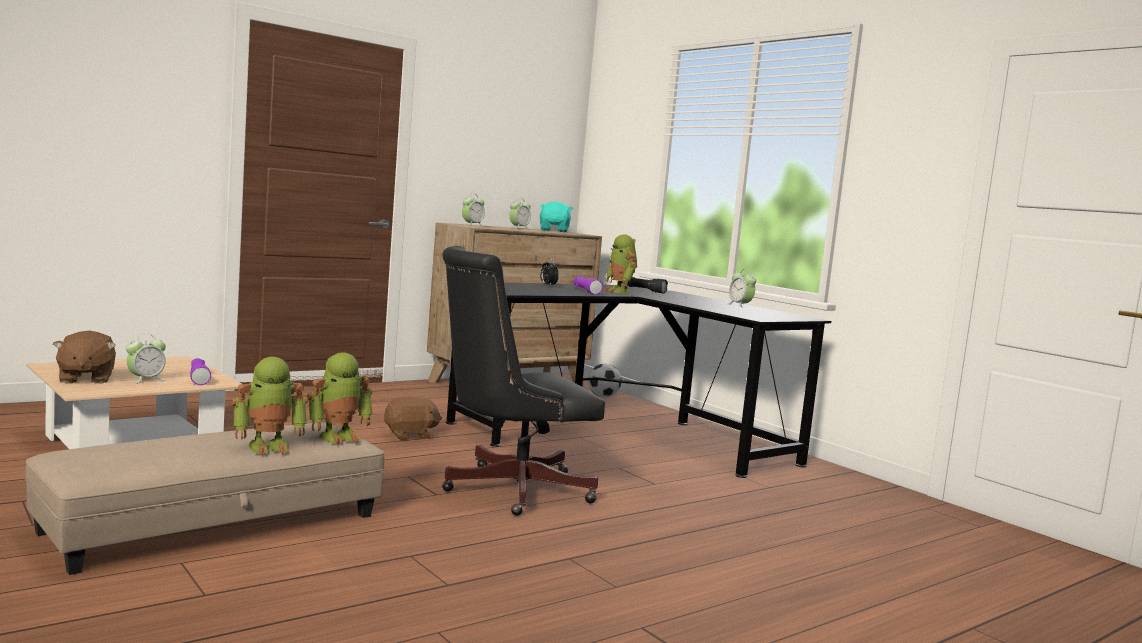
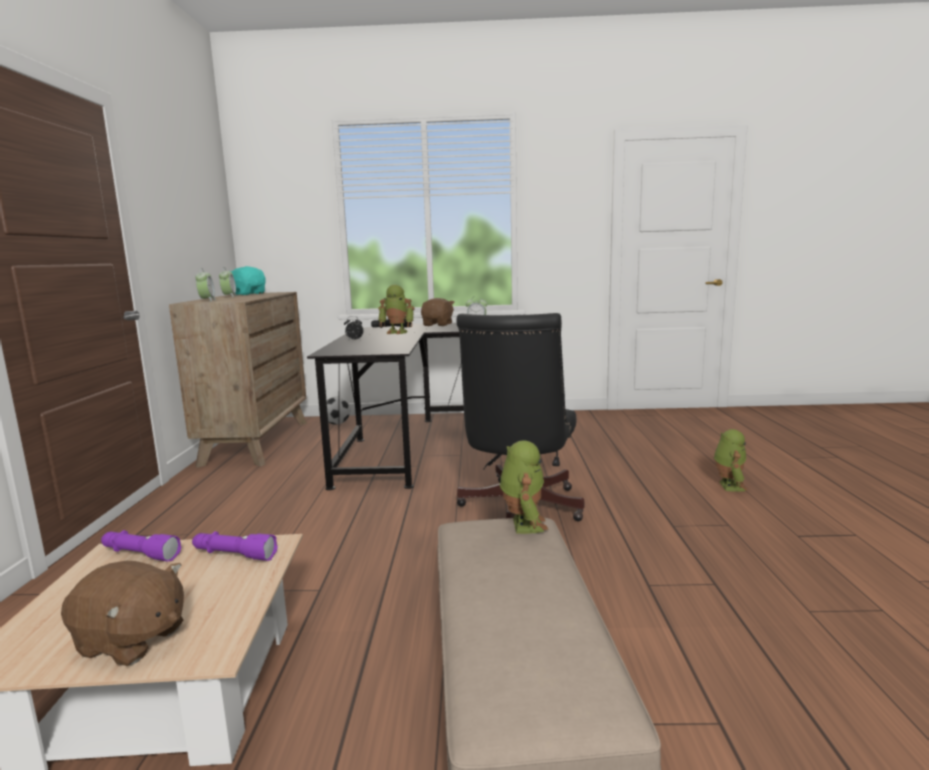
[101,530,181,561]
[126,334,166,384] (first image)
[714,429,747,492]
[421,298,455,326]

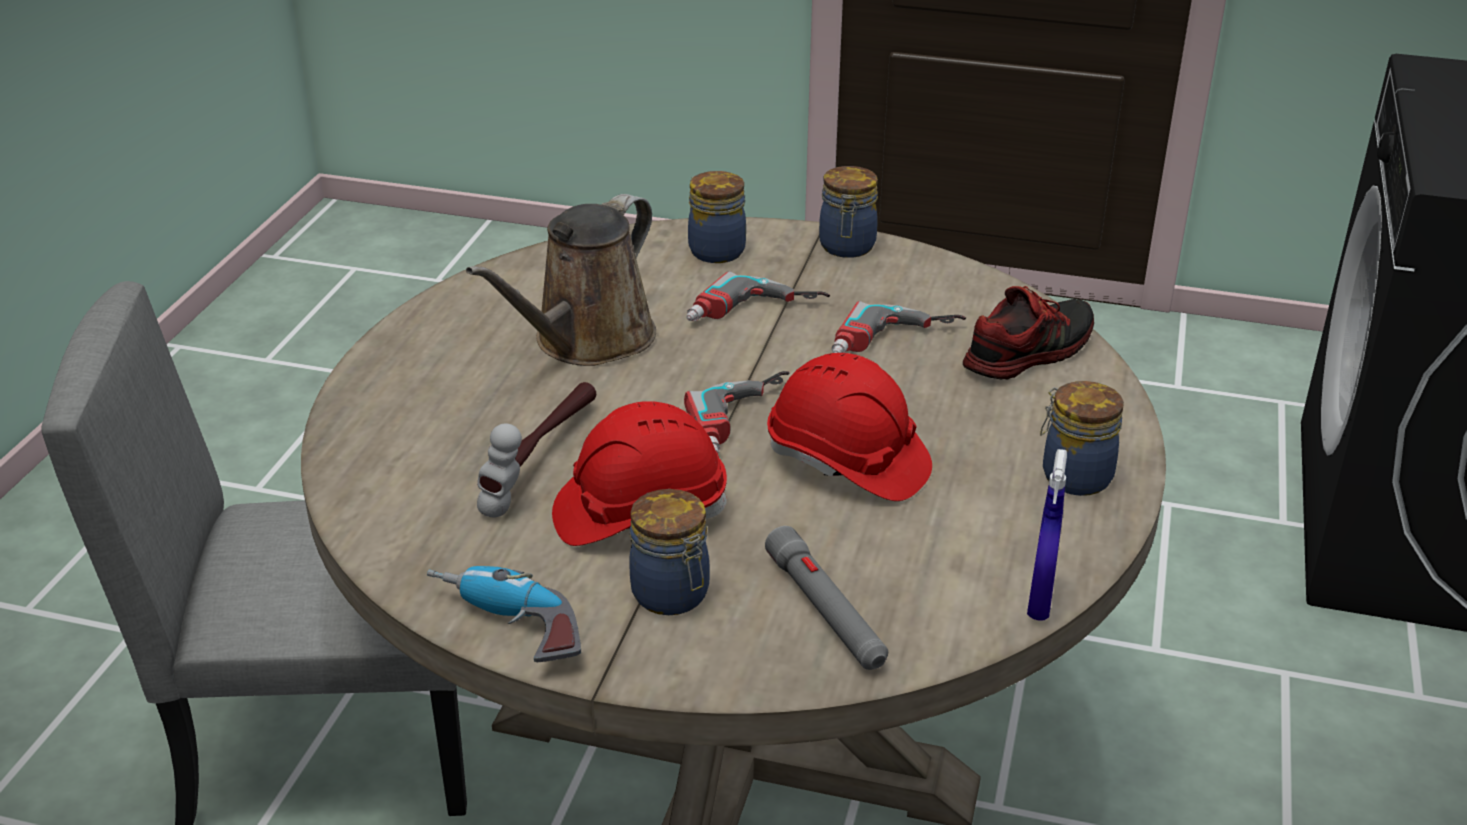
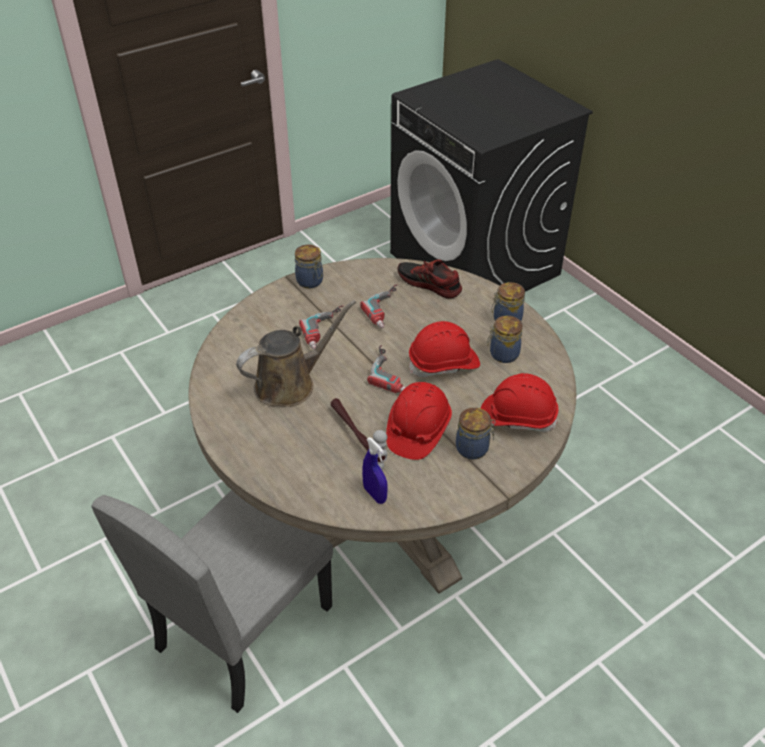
[487,316,523,363]
[236,300,356,407]
[397,259,462,299]
[362,437,388,504]
[481,373,558,432]
[427,566,581,662] (first image)

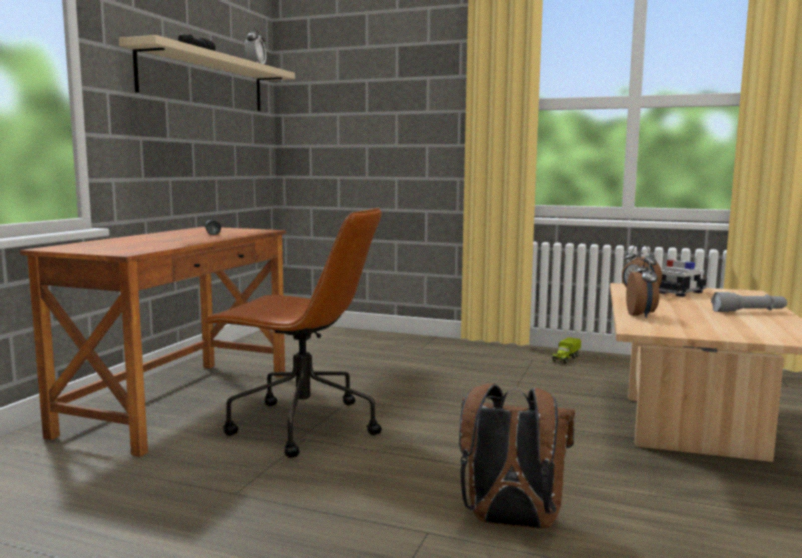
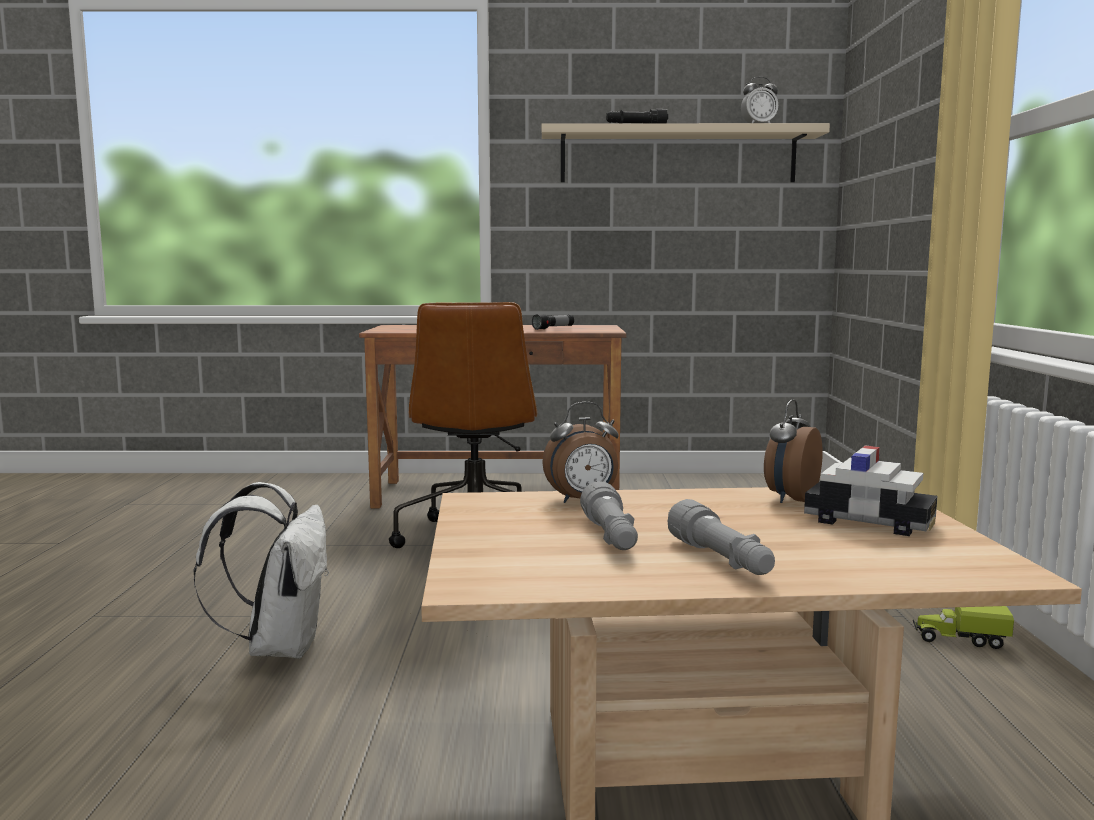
[194,482,329,659]
[580,481,638,550]

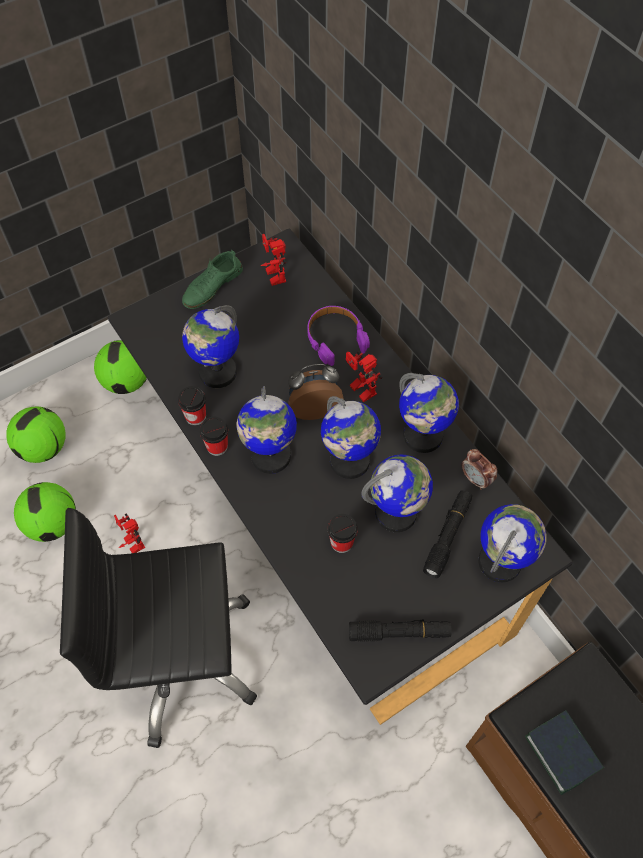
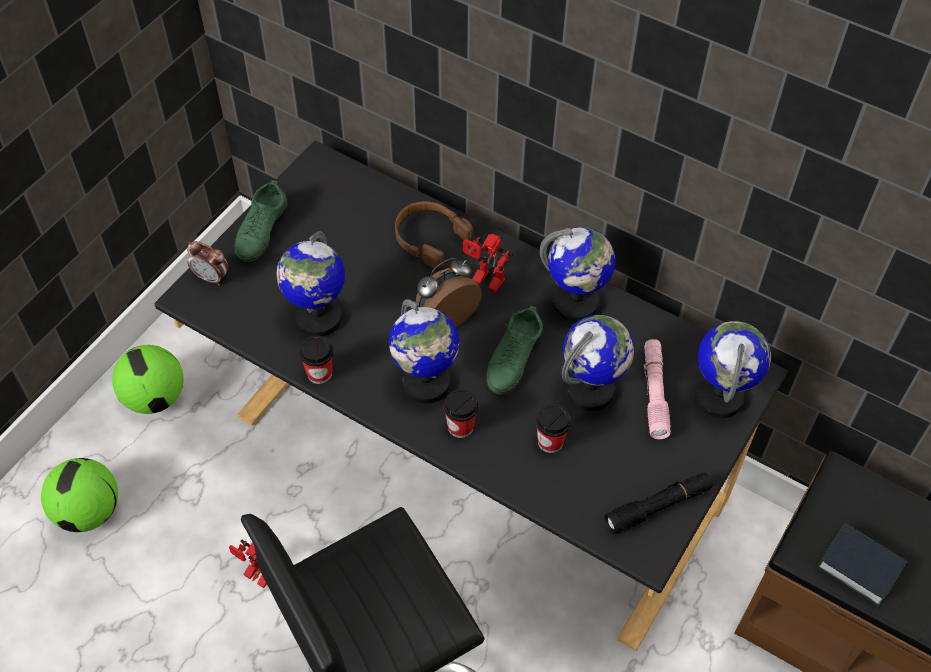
[261,234,286,286] (first image)
[395,201,473,268]
[487,306,543,395]
[444,389,478,438]
[187,241,229,285]
[14,482,76,542] (first image)
[644,339,671,439]

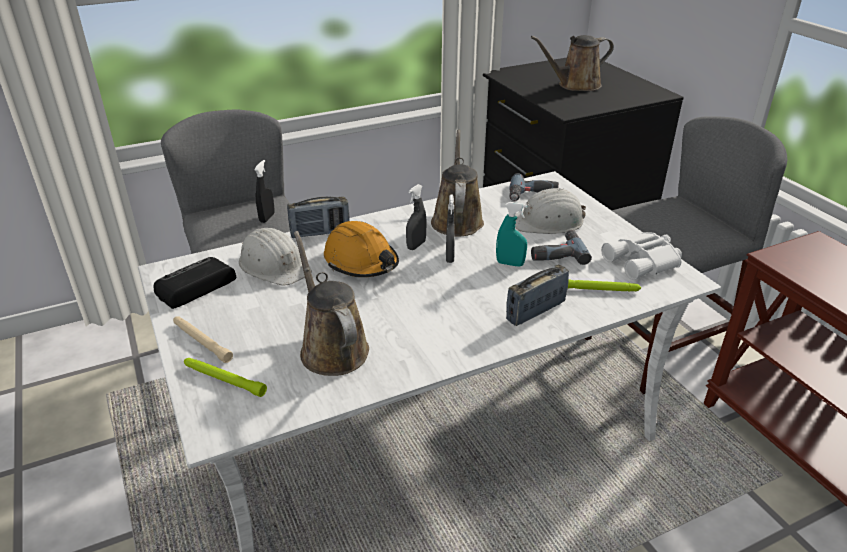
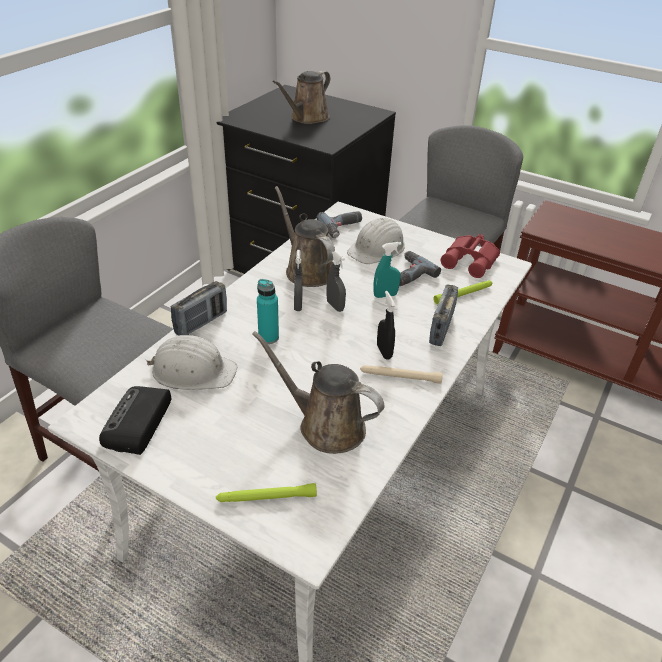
[377,291,396,360]
[257,279,279,344]
[441,234,500,278]
[360,365,443,384]

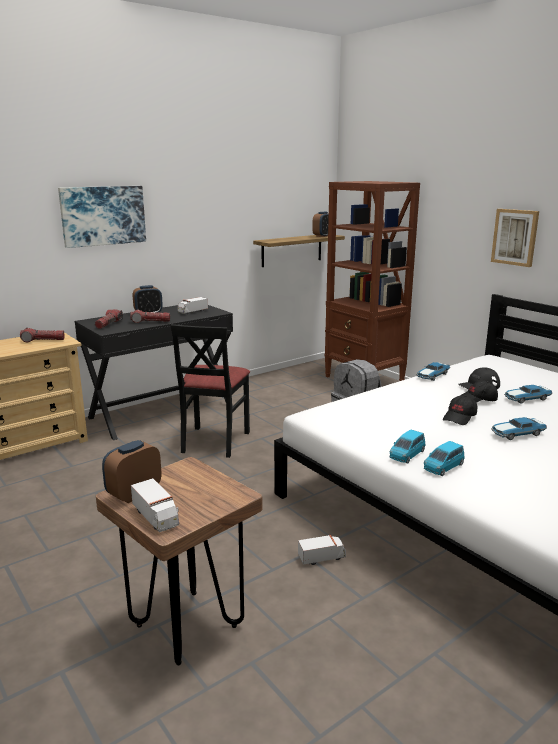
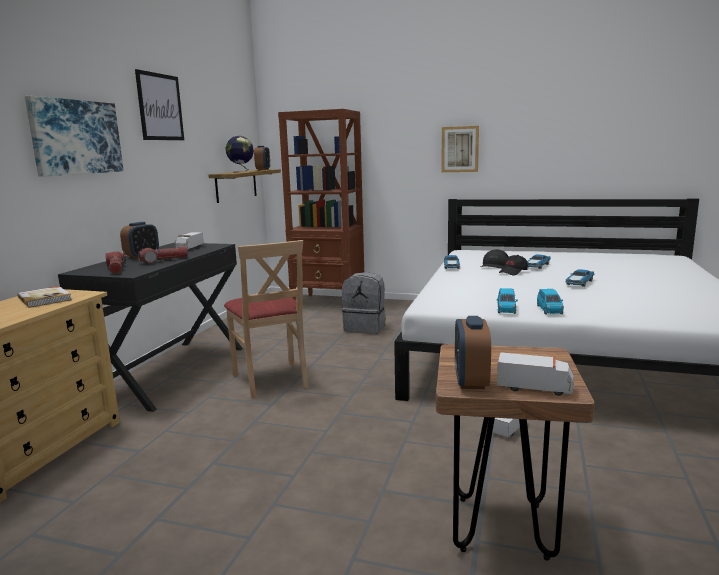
[224,240,309,399]
[17,286,72,308]
[443,395,477,425] (first image)
[497,288,518,314]
[135,69,184,140]
[225,136,254,172]

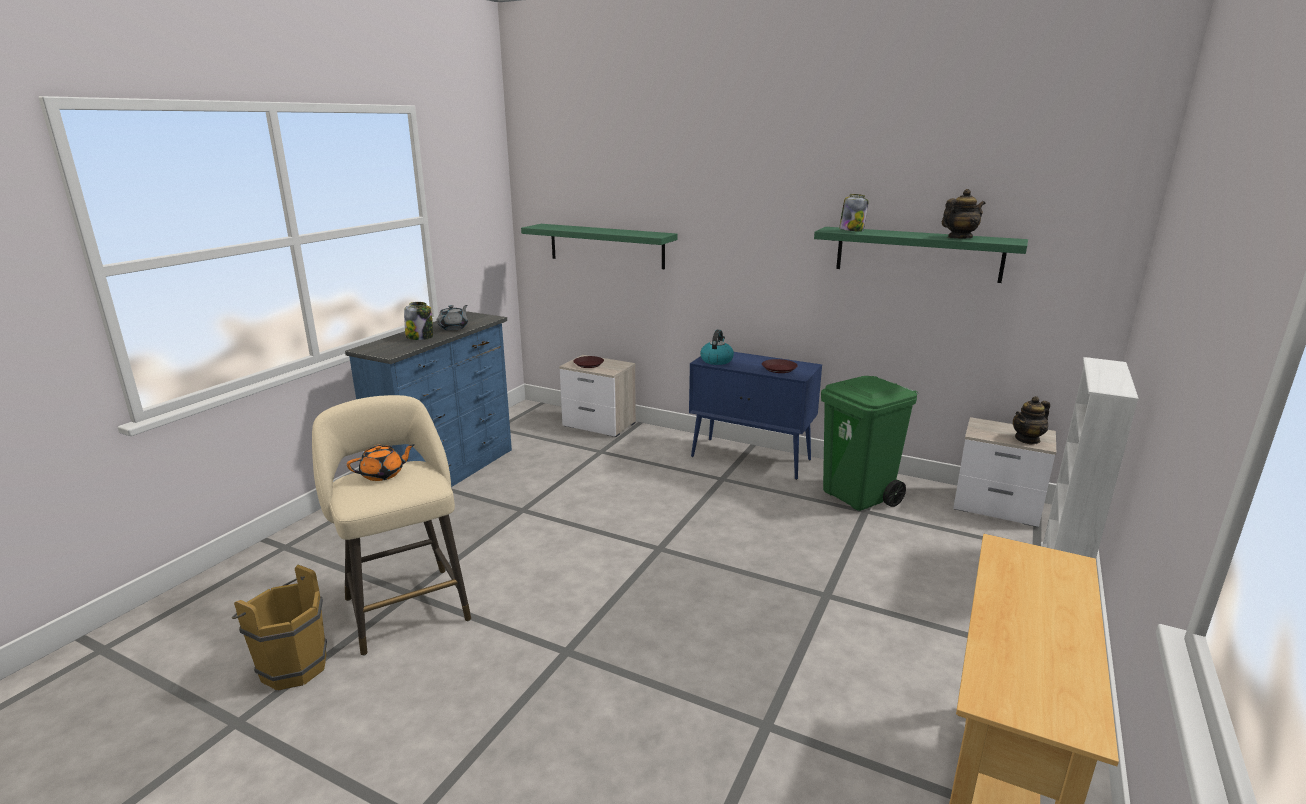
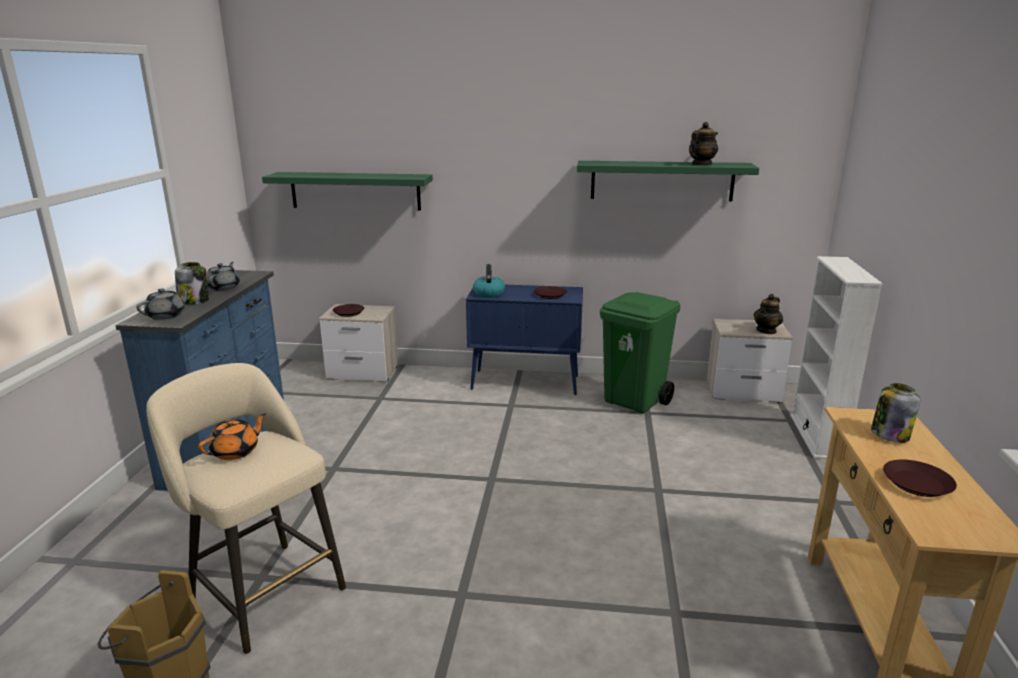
[871,383,920,443]
[136,287,190,320]
[883,459,957,497]

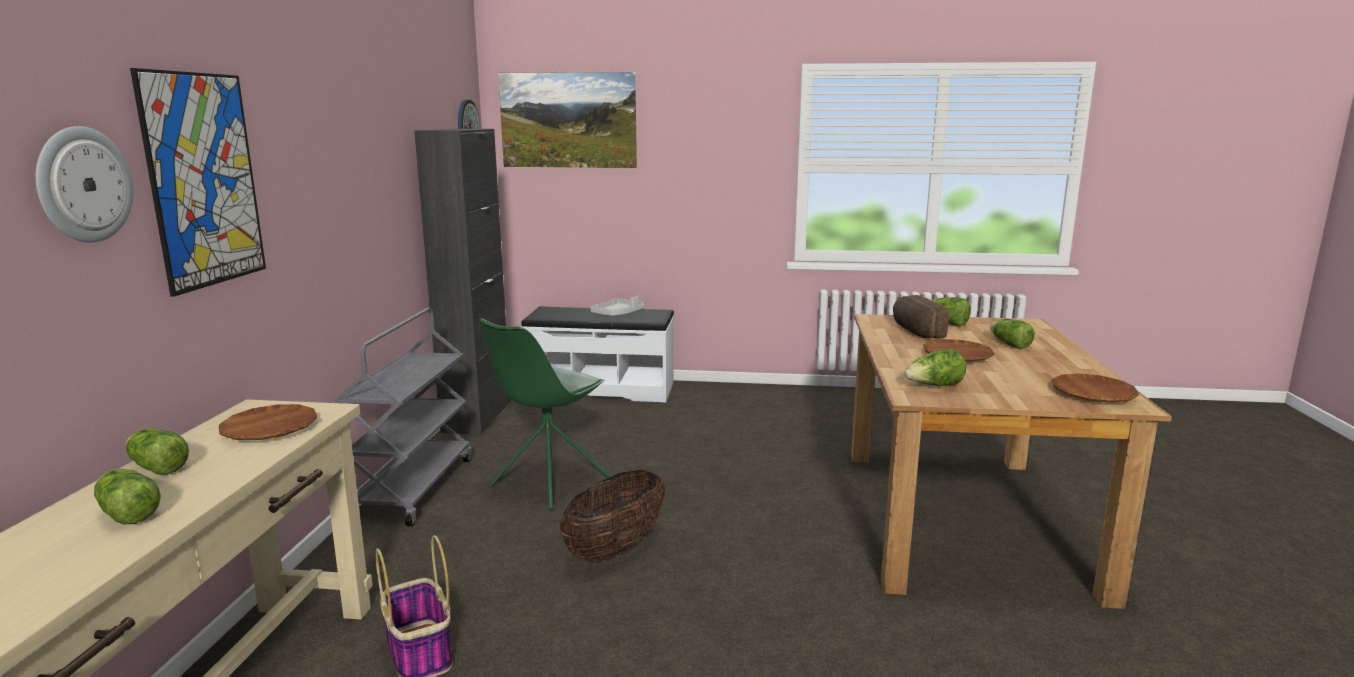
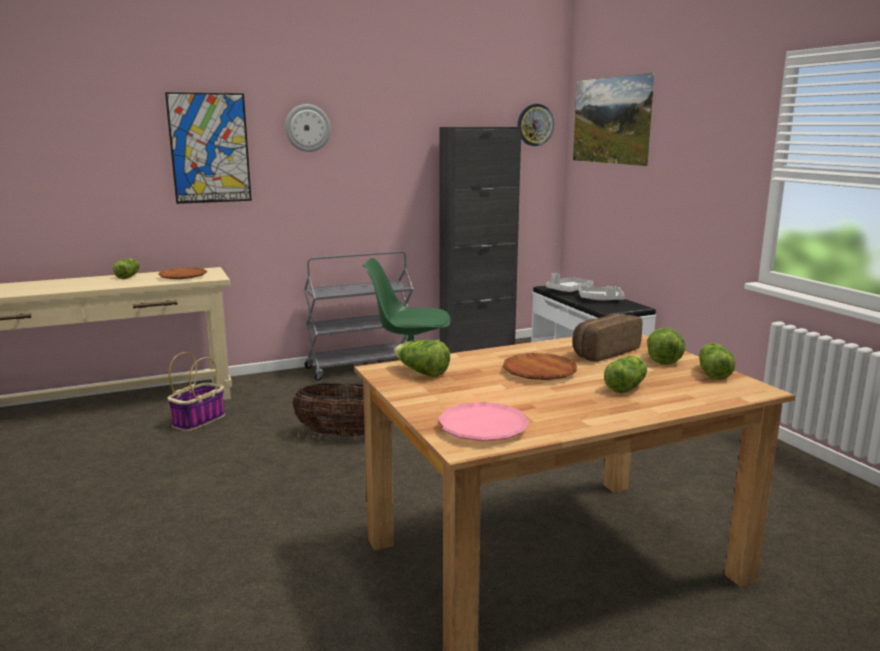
[285,104,331,152]
[437,402,529,441]
[699,343,735,380]
[546,273,594,292]

